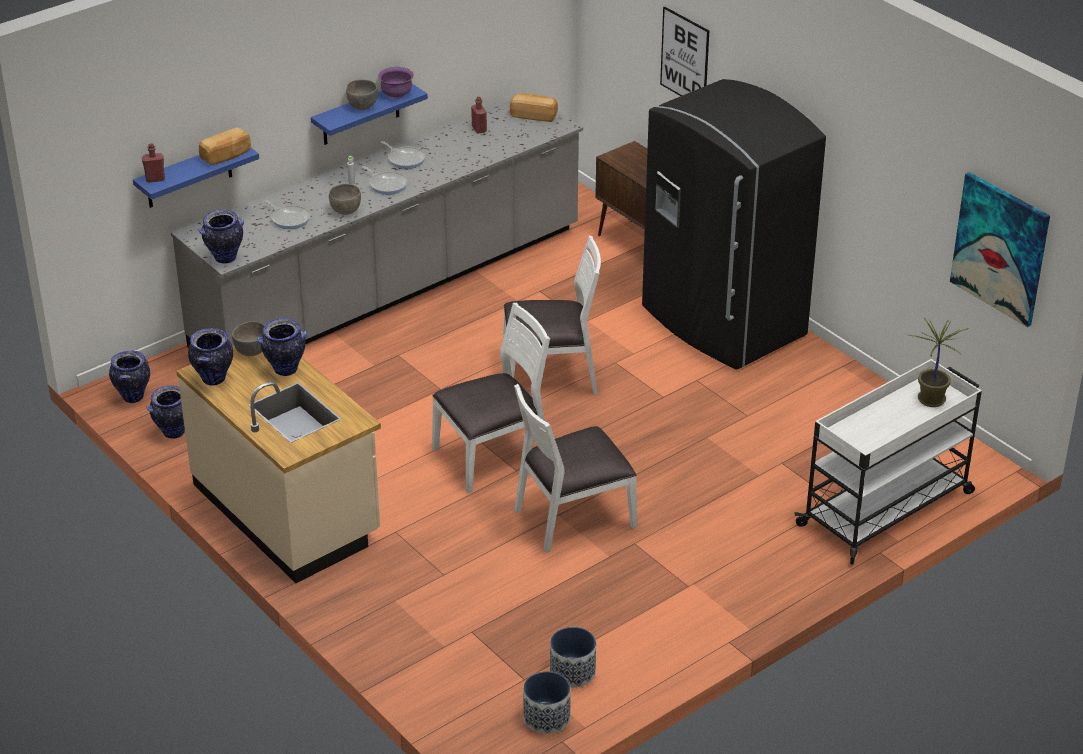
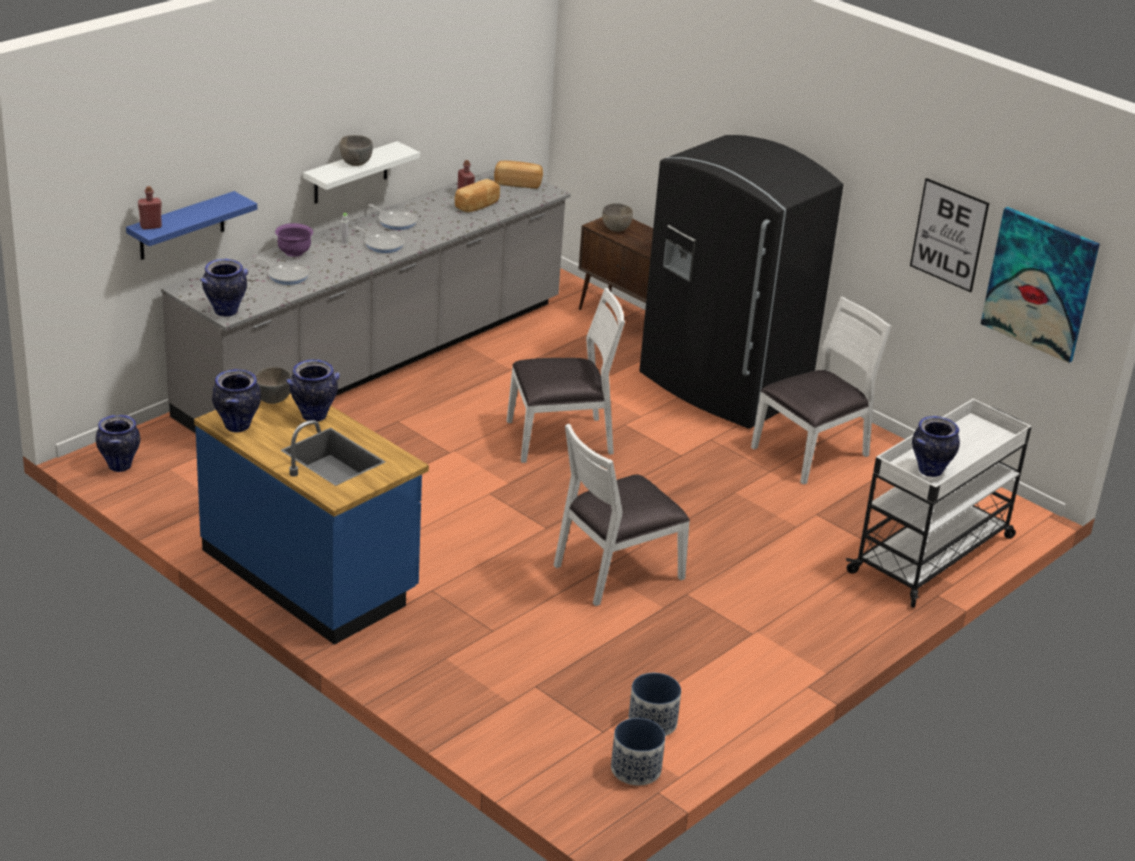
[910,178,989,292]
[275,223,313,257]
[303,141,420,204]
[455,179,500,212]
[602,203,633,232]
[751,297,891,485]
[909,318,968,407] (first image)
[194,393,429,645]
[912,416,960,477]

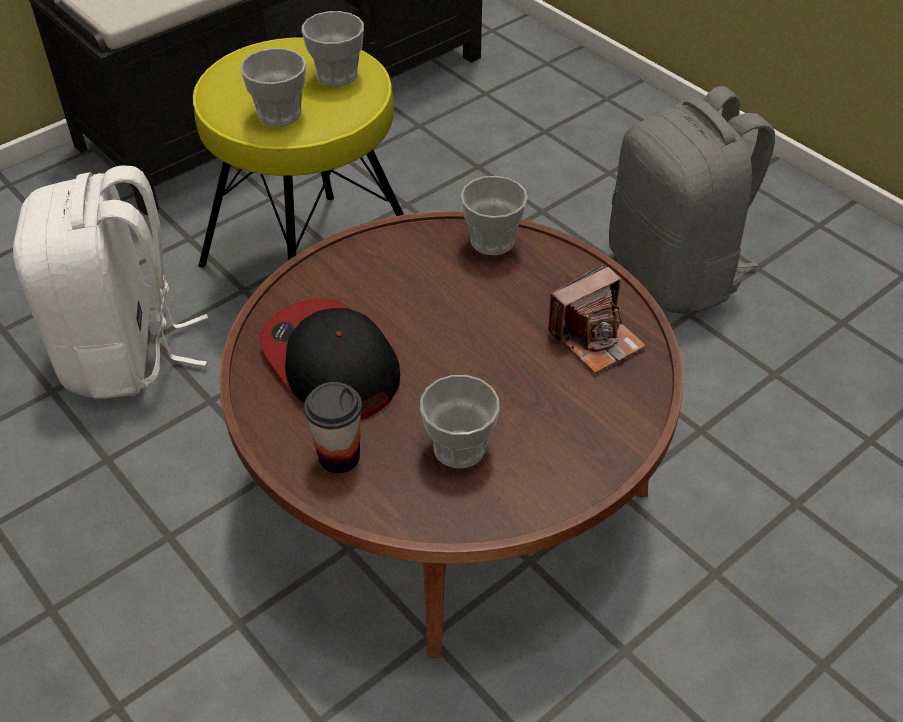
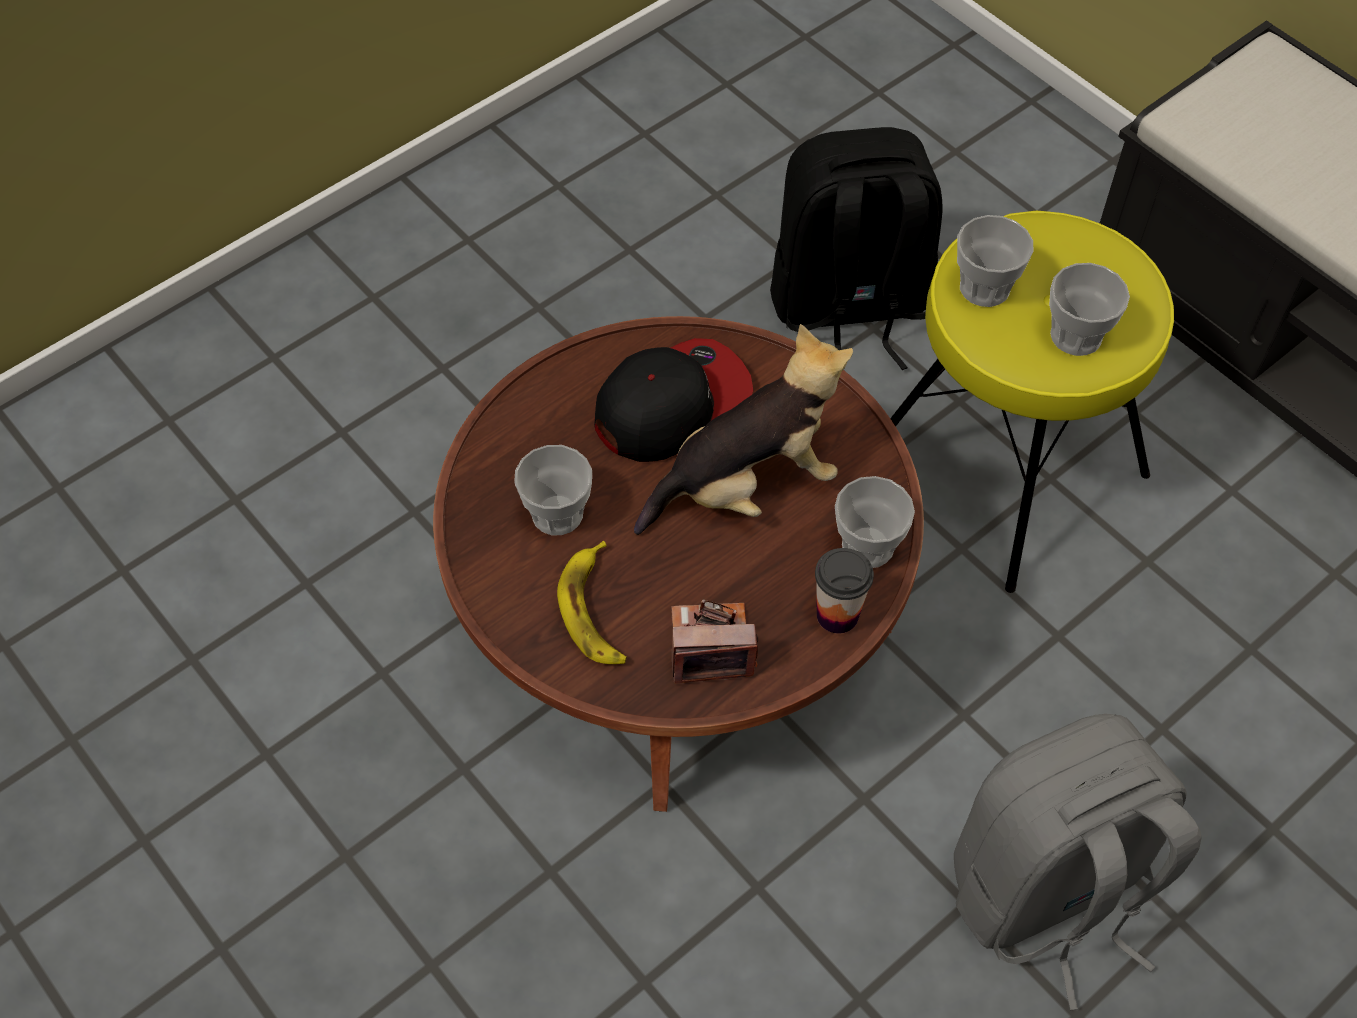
[770,127,943,370]
[671,599,758,684]
[815,548,874,634]
[634,324,853,535]
[557,541,627,664]

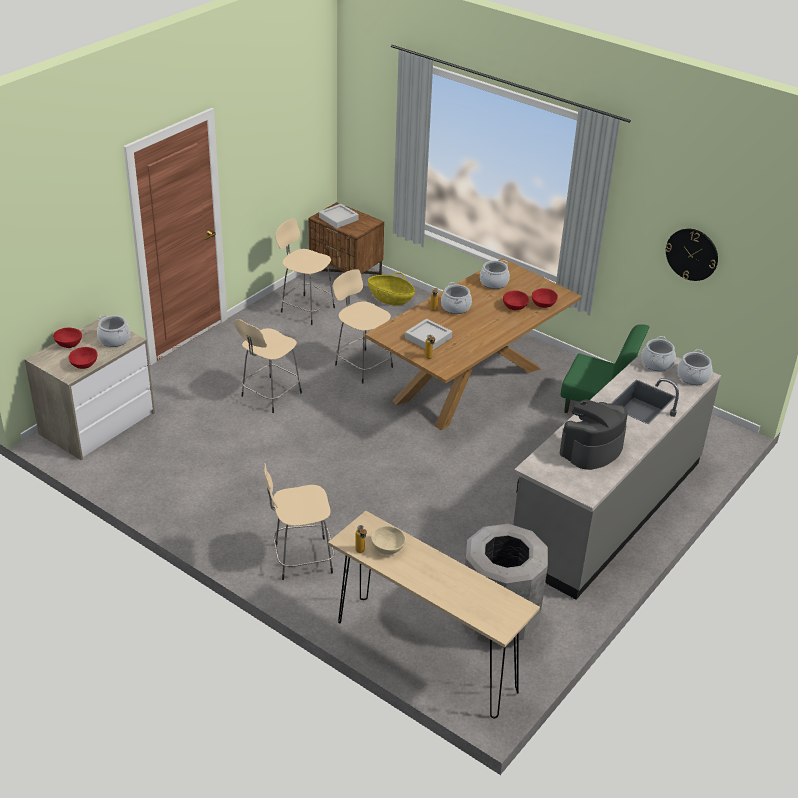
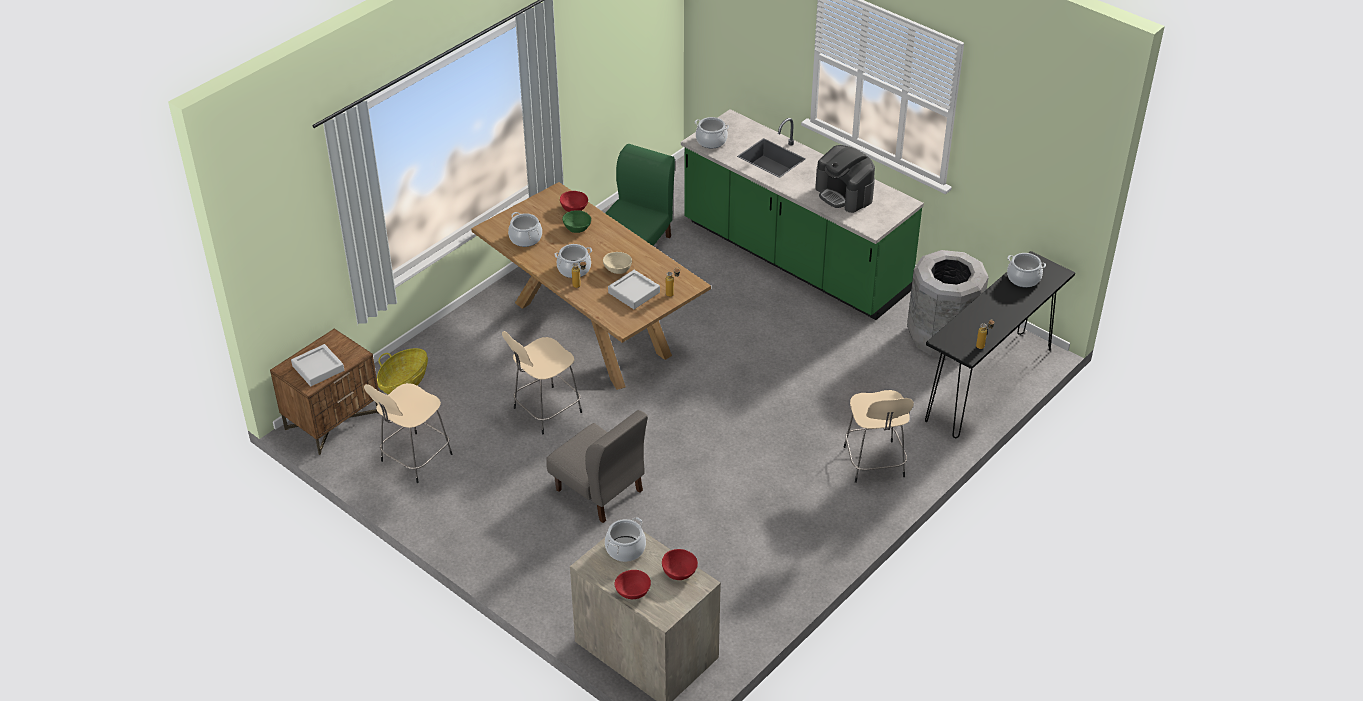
[665,228,718,281] (first image)
[562,210,591,233]
[546,410,648,523]
[1007,253,1046,288]
[681,109,924,320]
[925,251,1075,438]
[603,252,632,274]

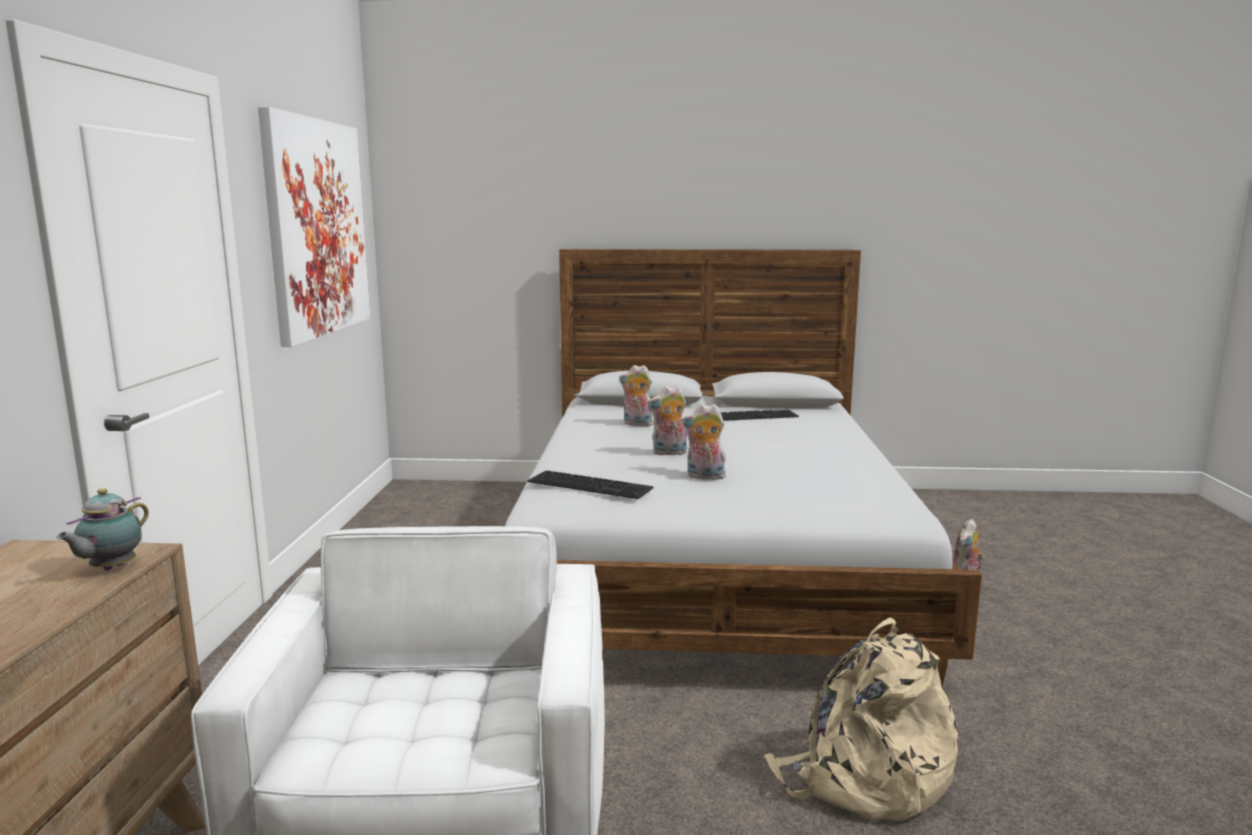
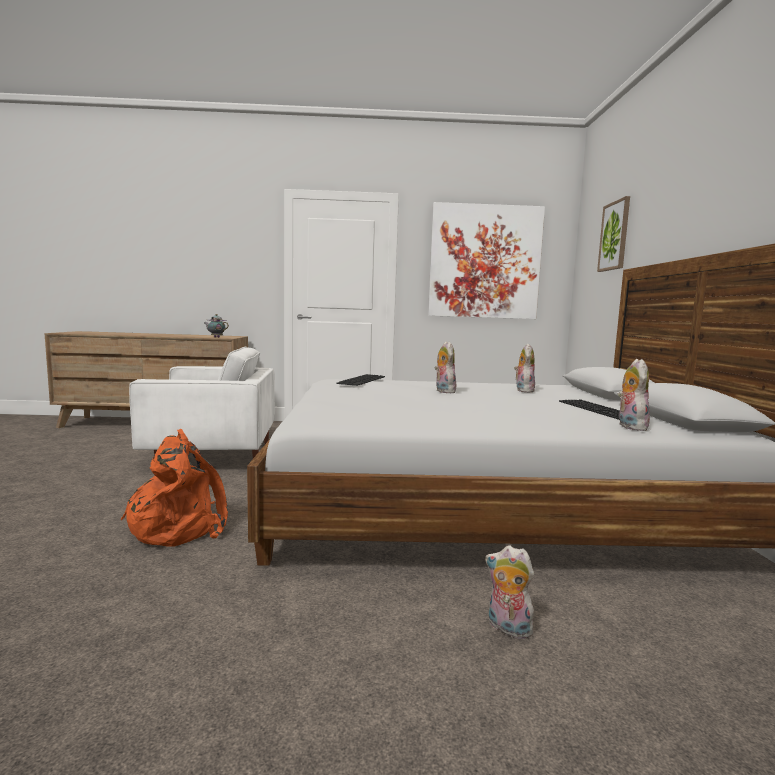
[617,359,650,431]
[121,429,228,547]
[597,196,630,272]

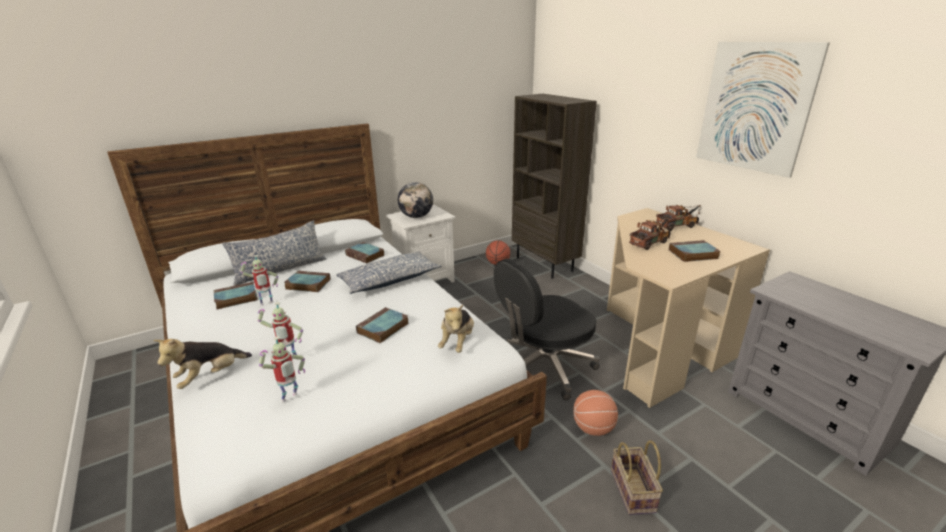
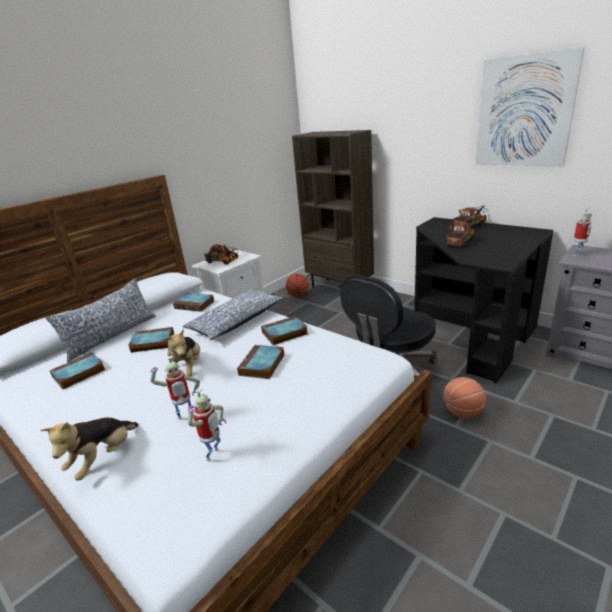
[204,244,239,265]
[414,217,553,383]
[261,316,308,345]
[573,208,592,256]
[166,329,200,377]
[611,440,663,515] (first image)

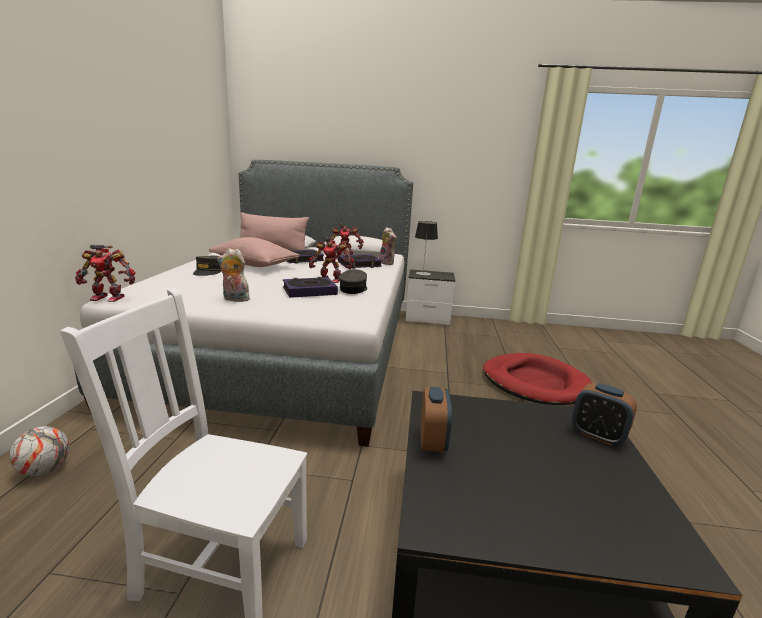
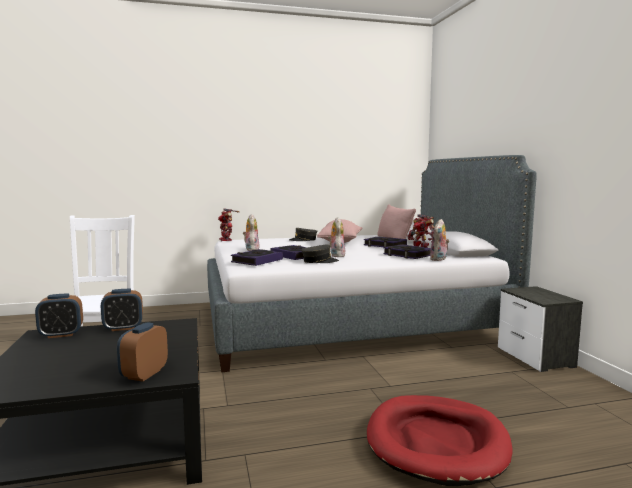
[415,221,438,276] (first image)
[328,217,346,257]
[10,426,70,476] (first image)
[231,249,283,266]
[35,294,83,338]

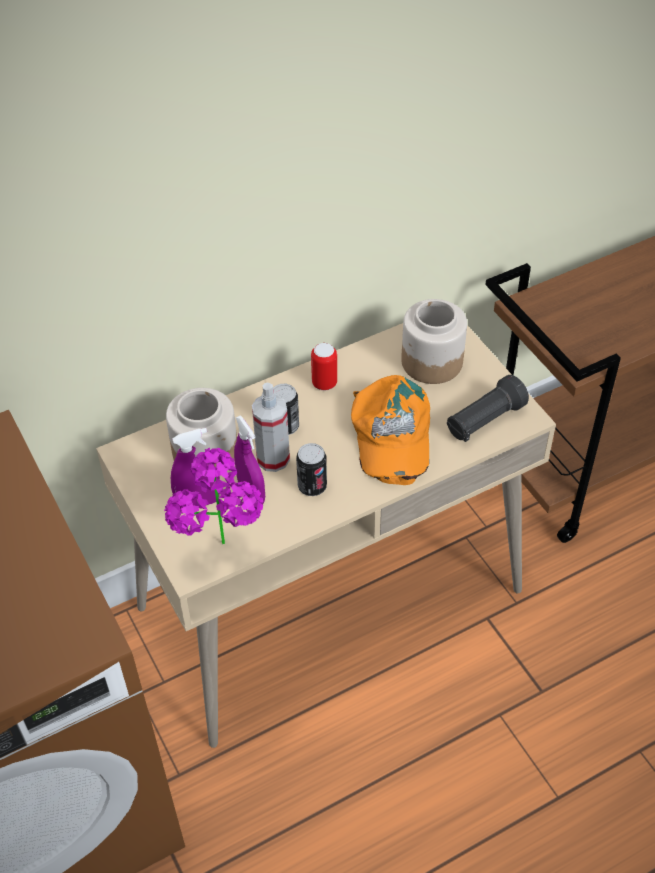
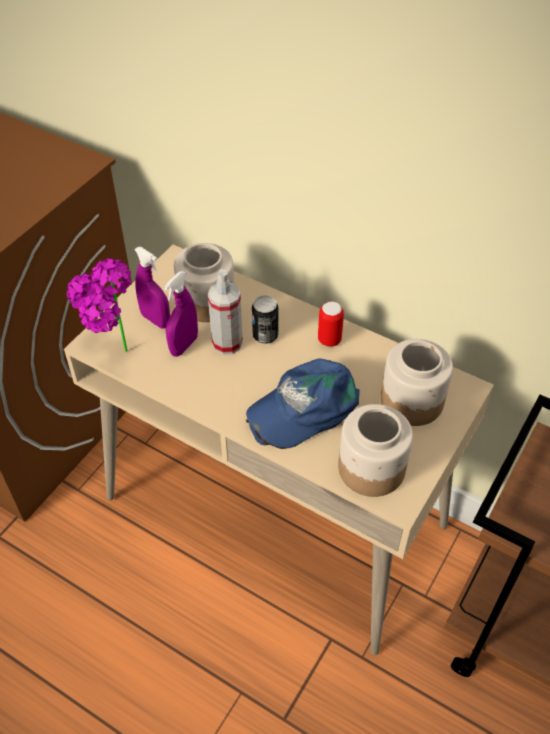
[246,358,360,449]
[338,404,413,497]
[296,443,327,496] (first image)

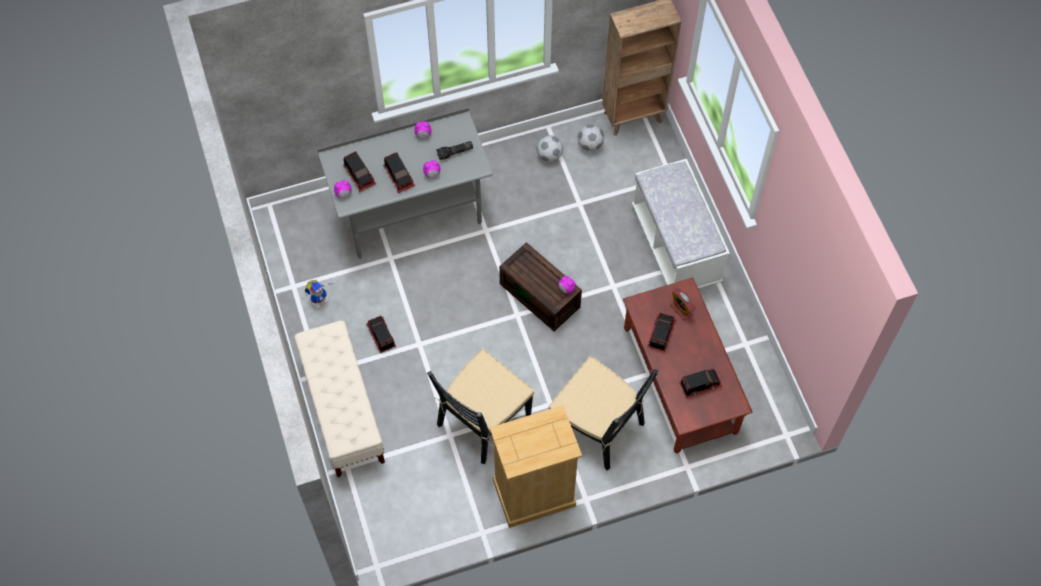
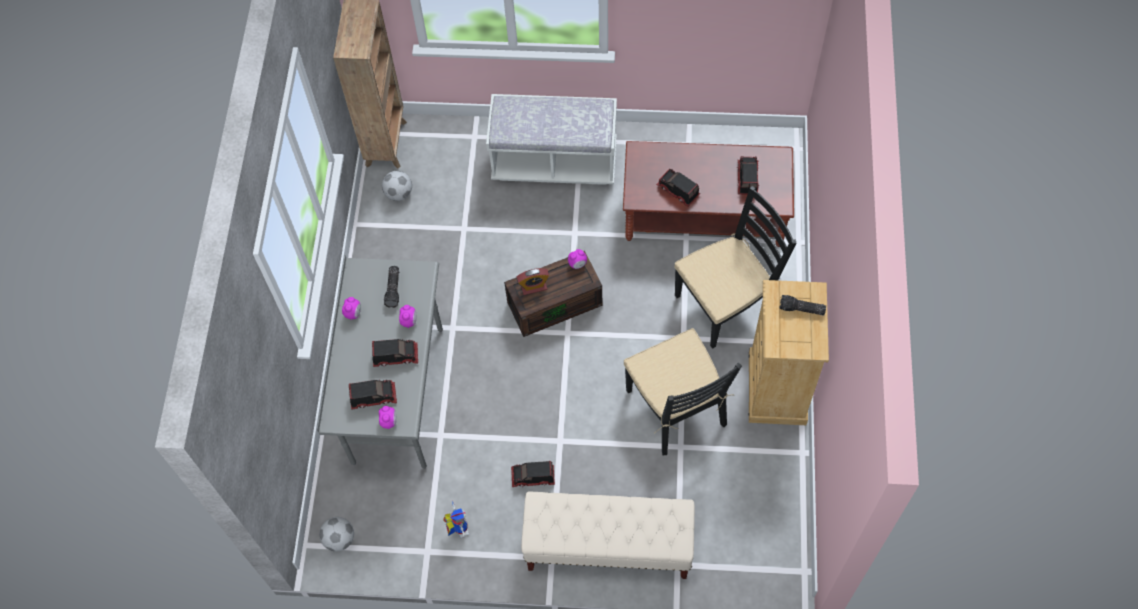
[319,517,354,552]
[516,268,549,295]
[779,295,826,315]

